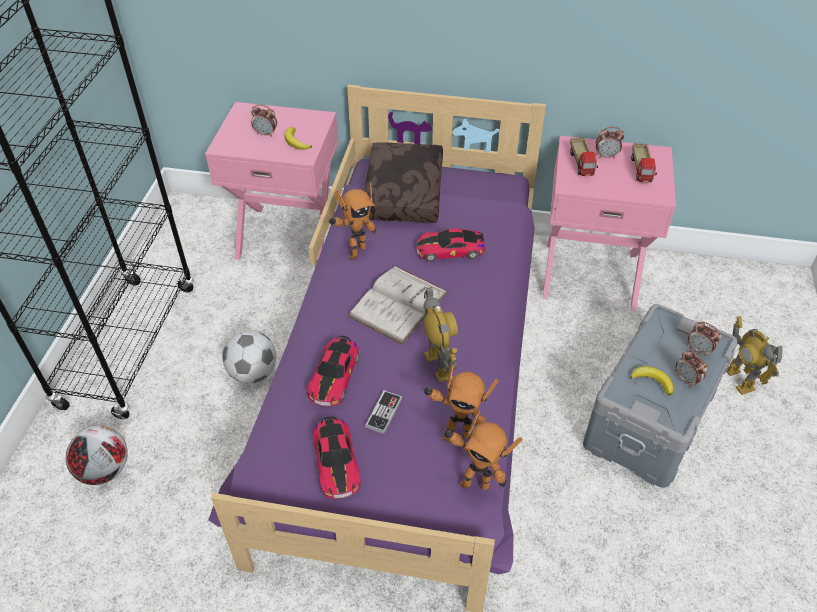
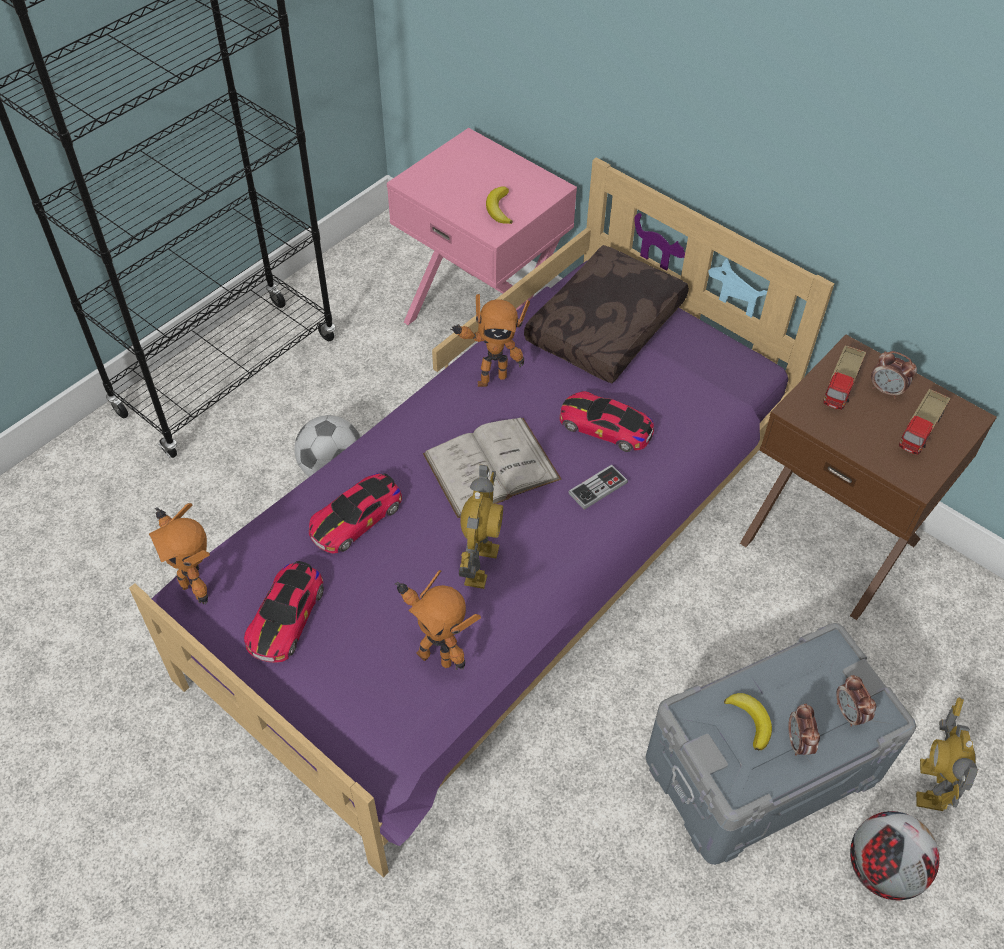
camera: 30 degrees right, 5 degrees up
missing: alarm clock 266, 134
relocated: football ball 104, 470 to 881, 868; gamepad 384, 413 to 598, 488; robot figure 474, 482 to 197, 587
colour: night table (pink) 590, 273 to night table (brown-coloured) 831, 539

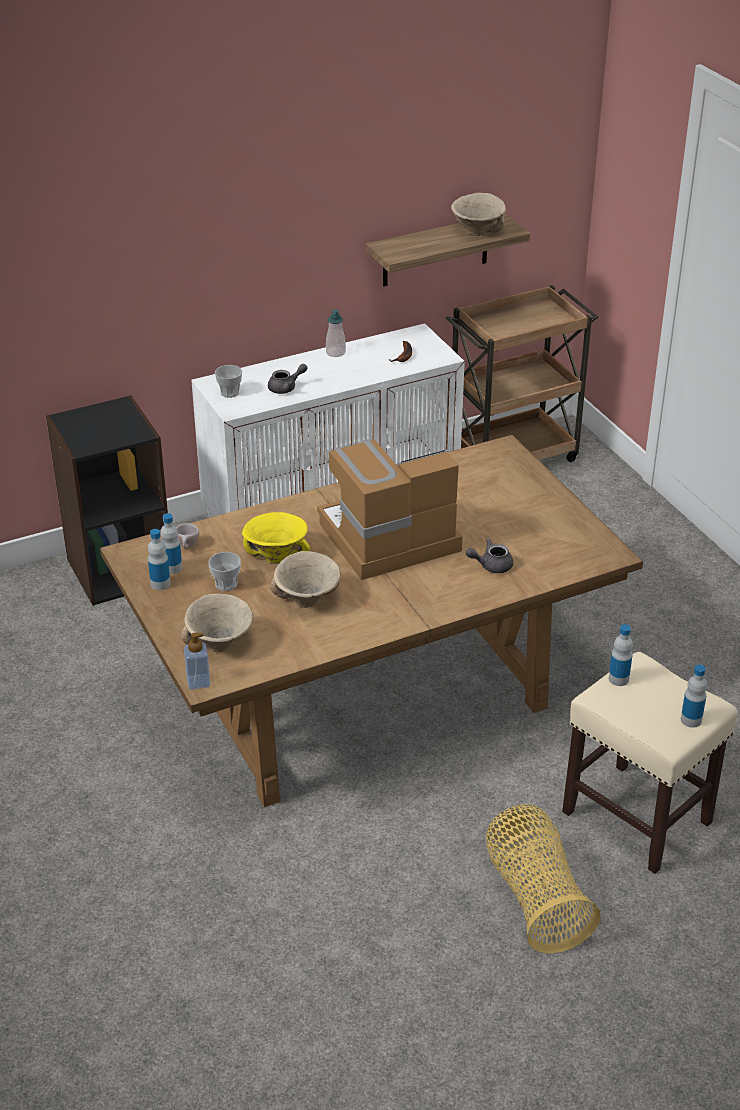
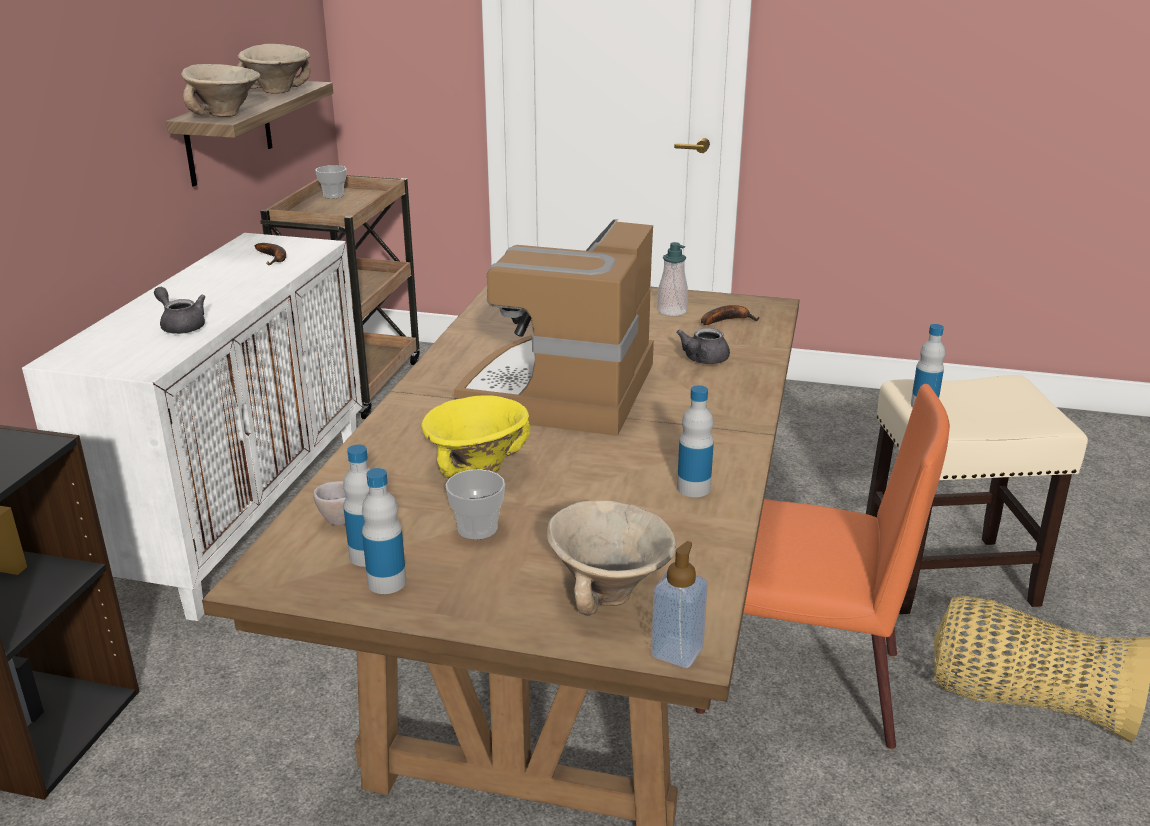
camera: 50 degrees left, 10 degrees down
appeared: chair (orange) 794, 682; banana fruit 727, 320
relocated: cup 229, 393 to 333, 195; deep dish (beige-coloured) 308, 601 to 227, 114; soap dispenser 335, 352 to 672, 311; bottle 691, 720 to 693, 488
spun: tea pot (greyish) 286, 388 = 181, 325 60 degrees counterclockwise

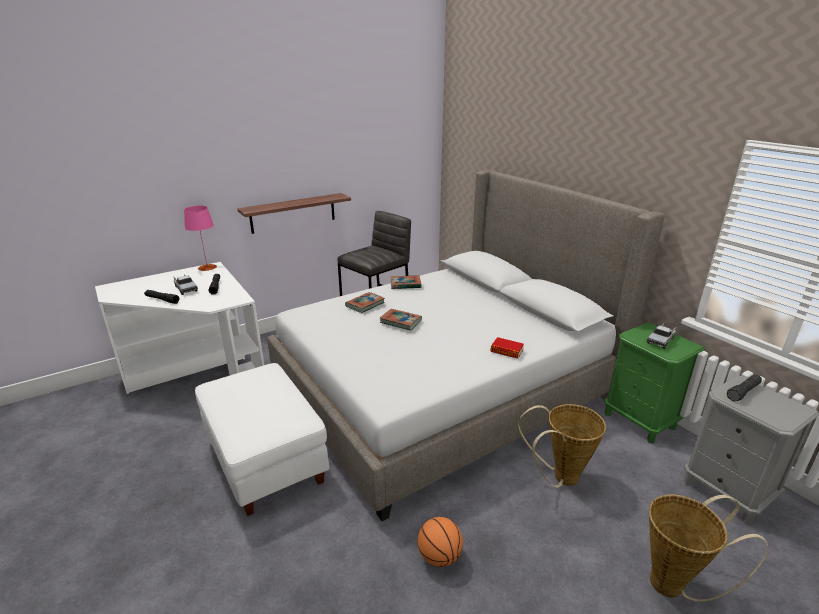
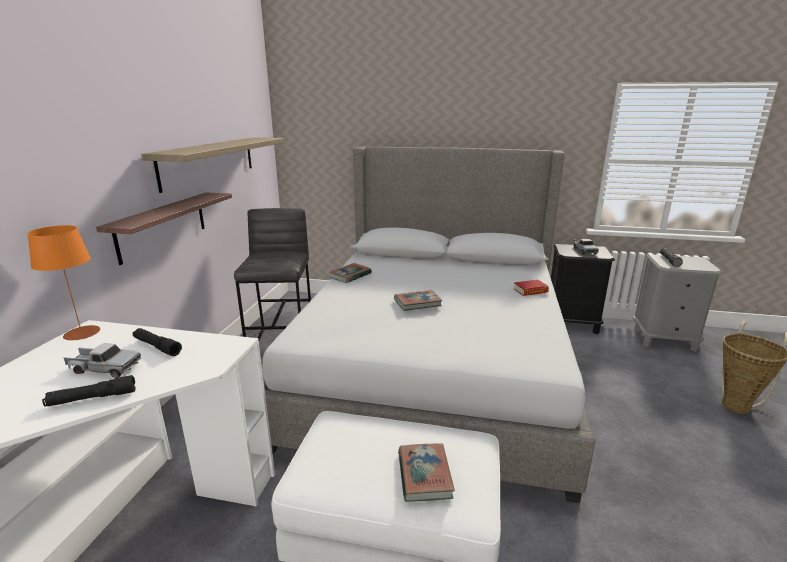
camera: 45 degrees left, 5 degrees down
missing: basketball 439, 556; storage basket 560, 478
appeared: wall shelf 209, 161
relocated: bound book 365, 304 to 424, 475
colour: lamp for a table (pink) 207, 267 to lamp for a table (orange) 81, 333; night table (greenish) 639, 420 to night table (black) 571, 324

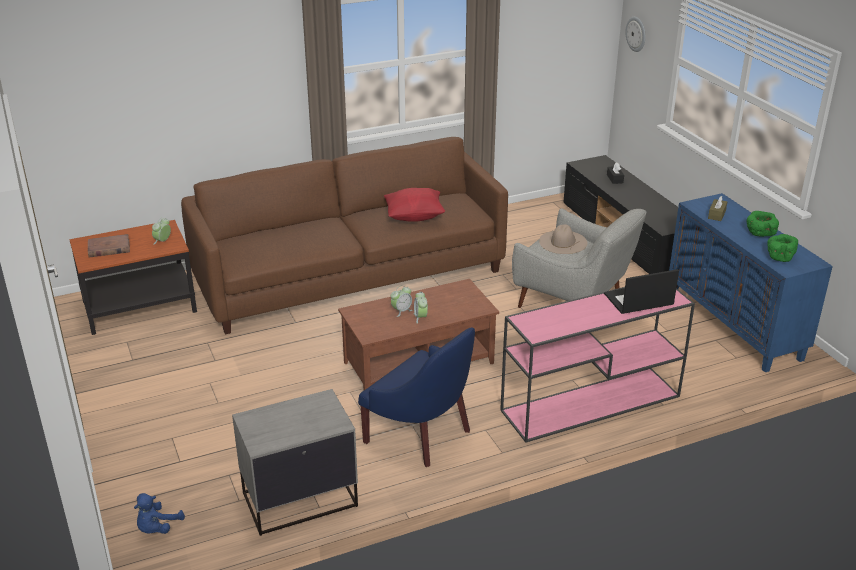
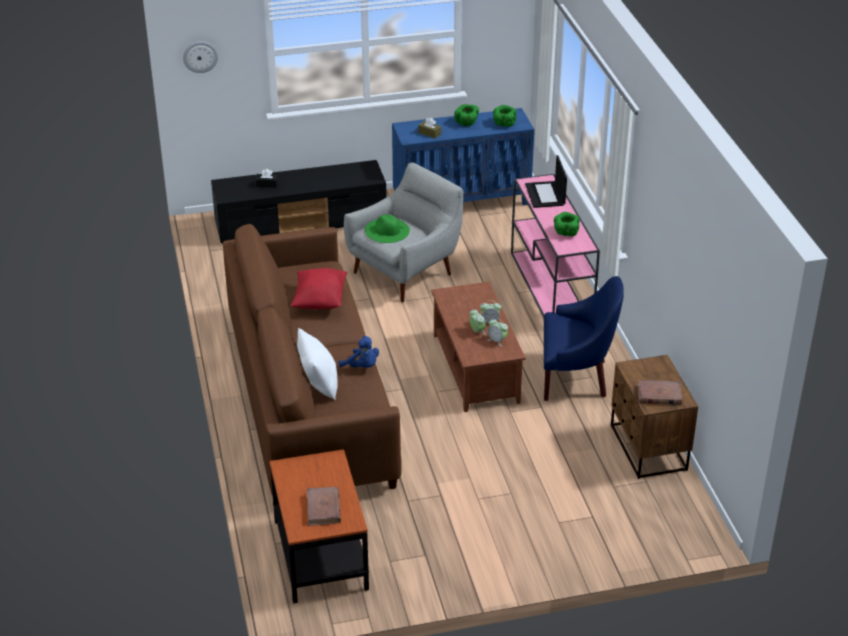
camera: 80 degrees left, 5 degrees up
appeared: throw pillow (white-coloured) 319, 383; deep dish (greenish) 566, 233; bound book (brown-coloured) 659, 395
relocated: cuddly toy (blue-coloured) 157, 528 to 362, 366; alarm clock 163, 241 to 497, 340
colour: night table (greyish) 299, 499 to night table (brown-coloured) 647, 448; wearable hat (beige-coloured) 563, 242 to wearable hat (greenish) 387, 230
spun: easy chair (blue-coloured) 422, 434 = 575, 377 45 degrees clockwise

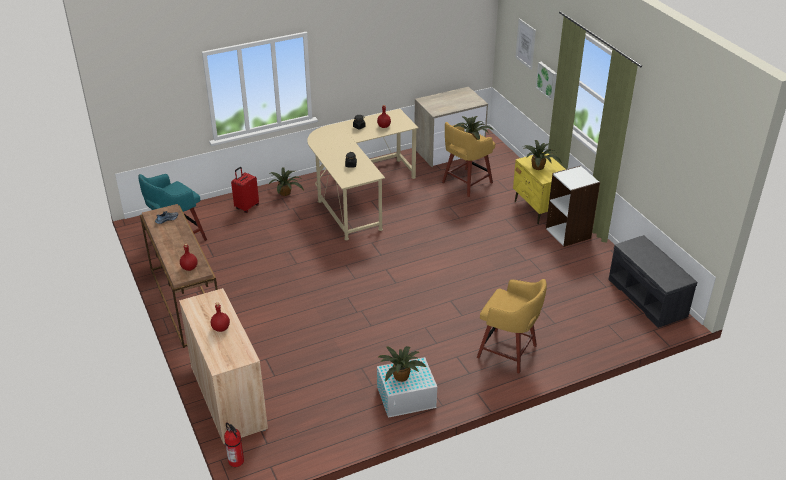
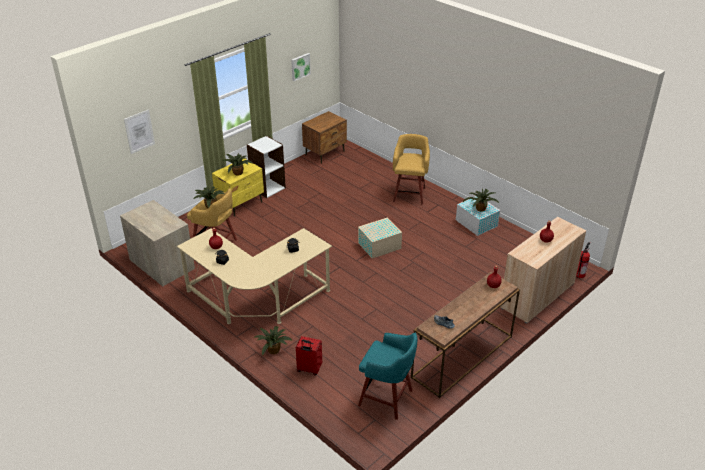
camera: 110 degrees left, 0 degrees up
appeared: storage container (beige-coloured) 378, 246
relocated: wall art 547, 80 to 300, 66
exchanged: long seat (greyish) 648, 298 to night table (brown-coloured) 325, 153

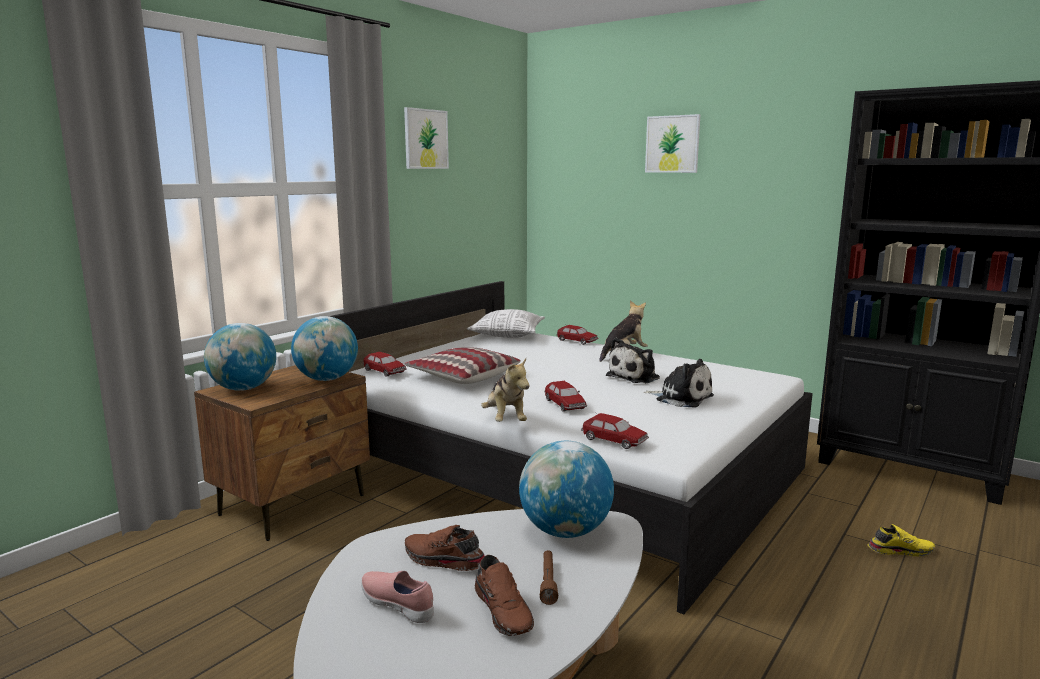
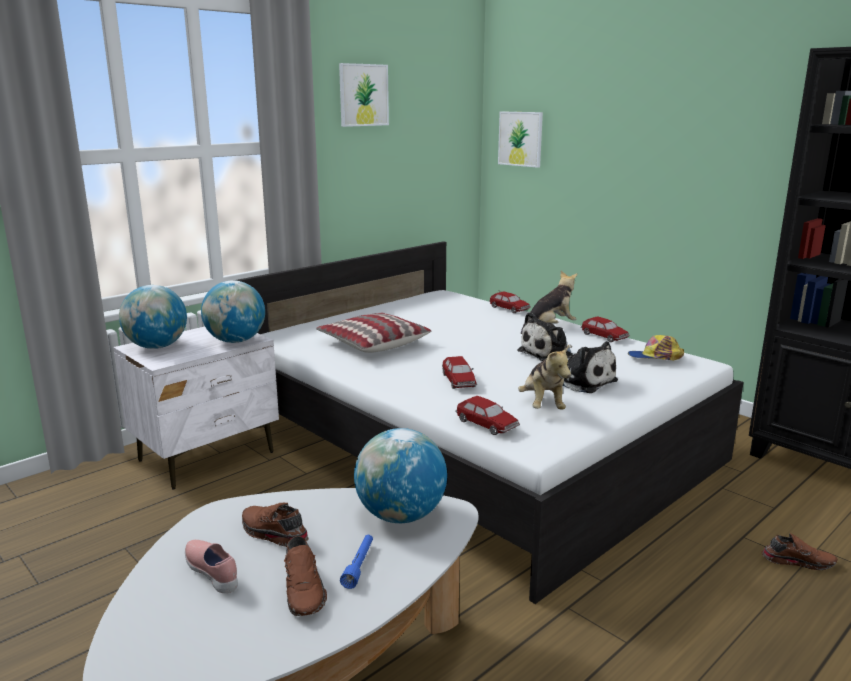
camera: 10 degrees right, 5 degrees up
missing: throw pillow 507, 335
appeared: peaked cap 655, 358
relocated: miniature car 384, 371 to 604, 336; cuddly toy 505, 420 to 542, 405; wall art 672, 144 to 520, 139
colour: night table (brown-coloured) 294, 504 to night table (white-coloured) 208, 456; flashlight (brown-coloured) 548, 582 to flashlight (blue-coloured) 359, 566; item of footwear (yellow-coloured) 899, 550 to item of footwear (brown-coloured) 797, 561

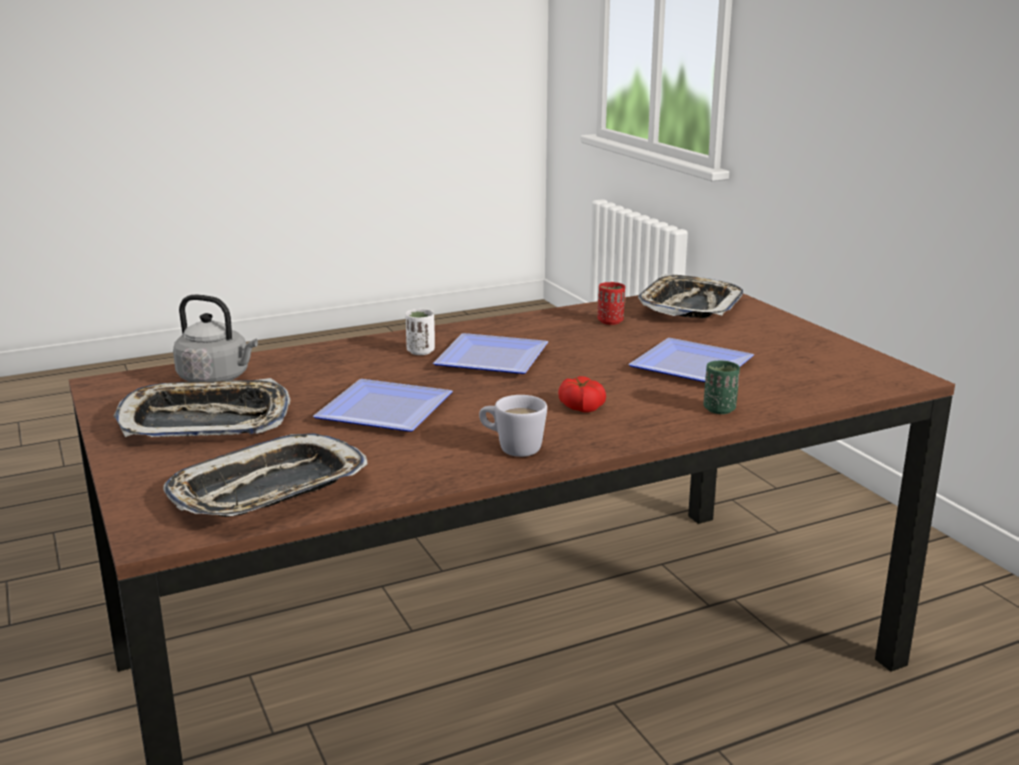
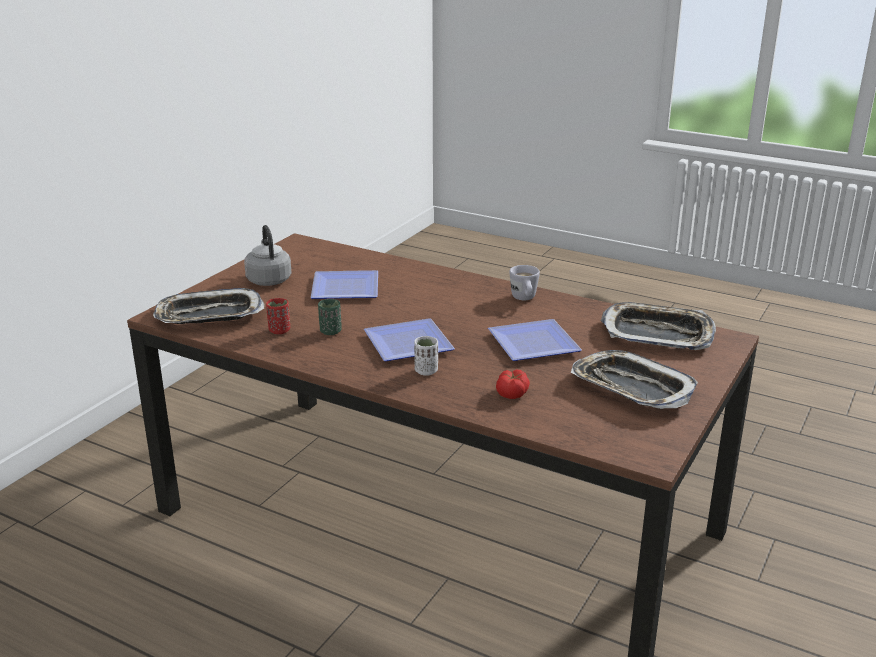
camera: 125 degrees left, 5 degrees up
relocated: tea kettle (greyish) 217, 378 to 268, 279; whole tomato 581, 407 to 512, 393; cup (greenish) 719, 409 to 330, 331

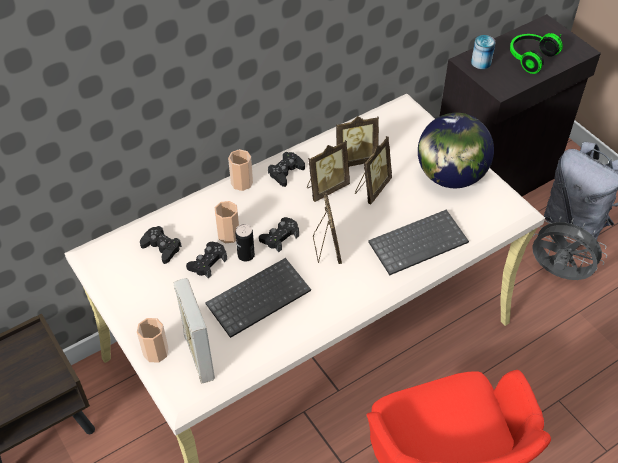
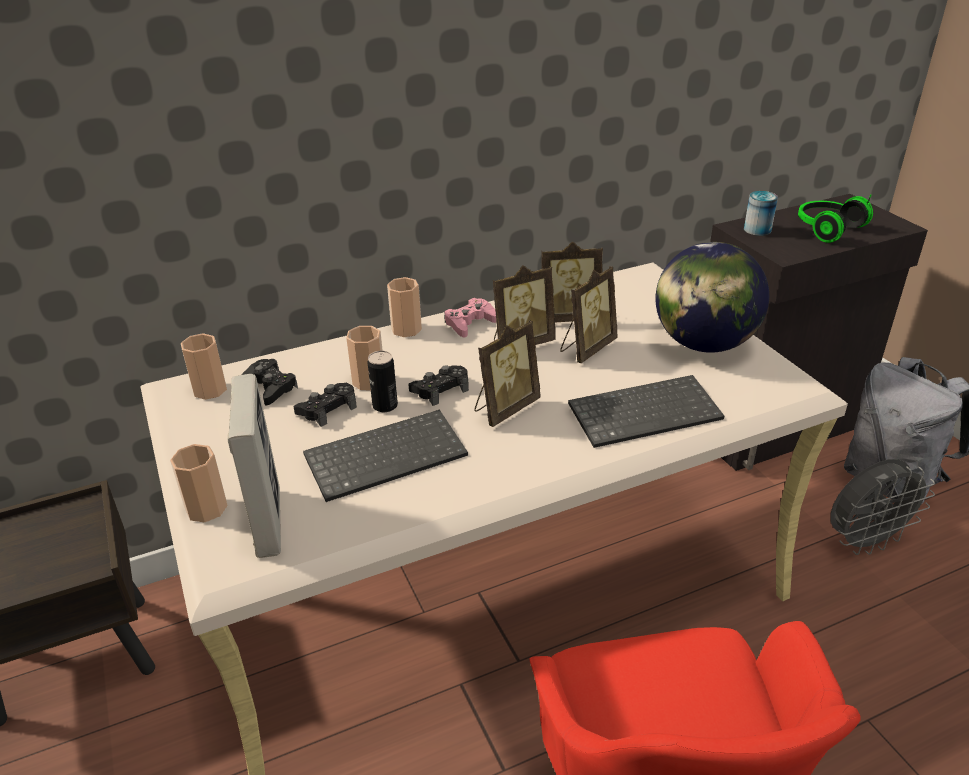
camera: 10 degrees right, 15 degrees down
appeared: cup 210, 390
colour: gamepad (black) 285, 172 to gamepad (pink) 469, 323
spun: standing frame 326, 249 = 504, 408 45 degrees clockwise; electric fan (greyish) 557, 274 = 864, 541 120 degrees clockwise

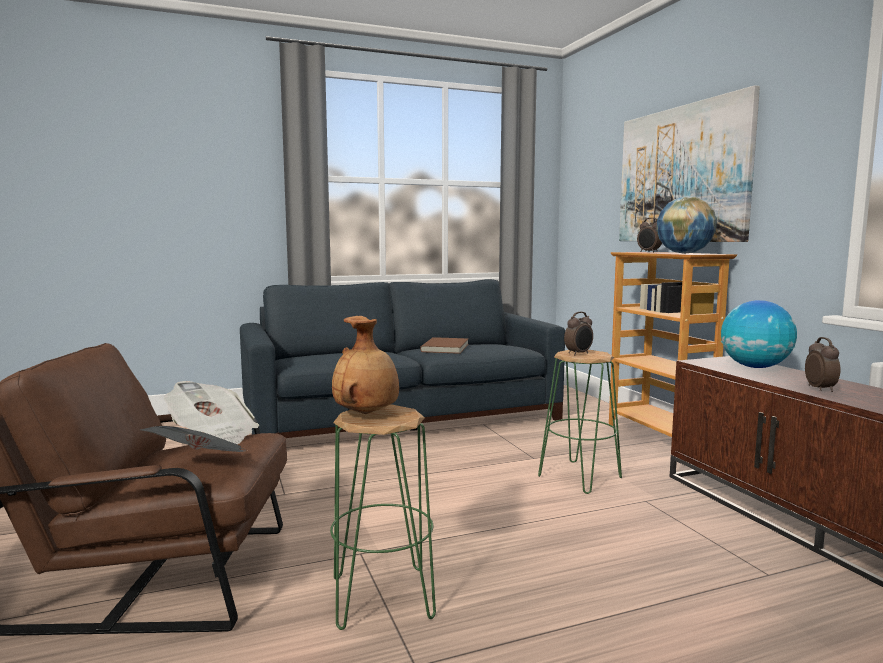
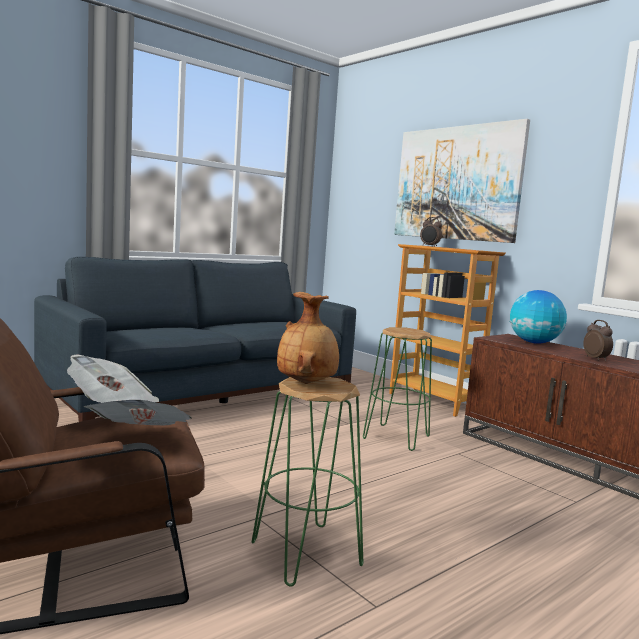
camera: 20 degrees left, 0 degrees up
missing: bound book (brown-coloured) 446, 348; alarm clock 579, 354; globe 684, 253

